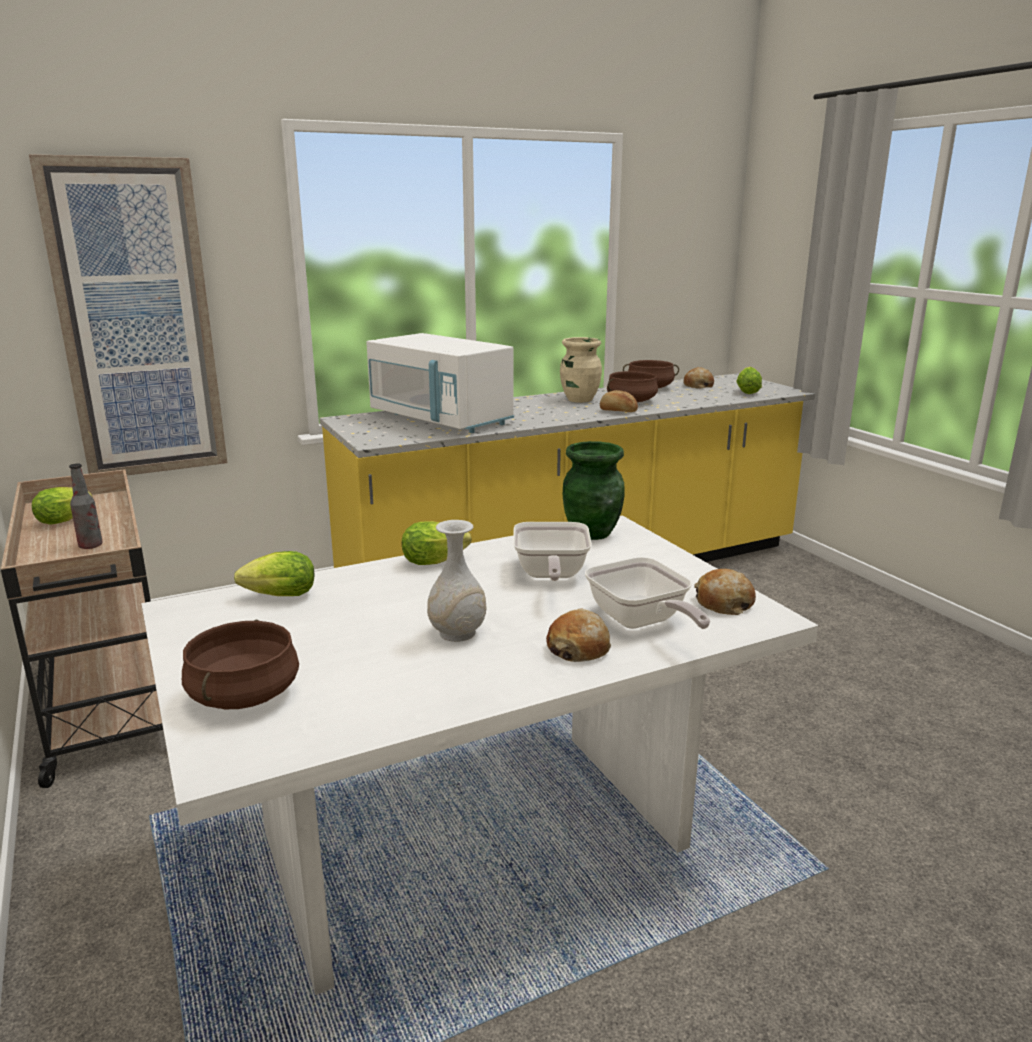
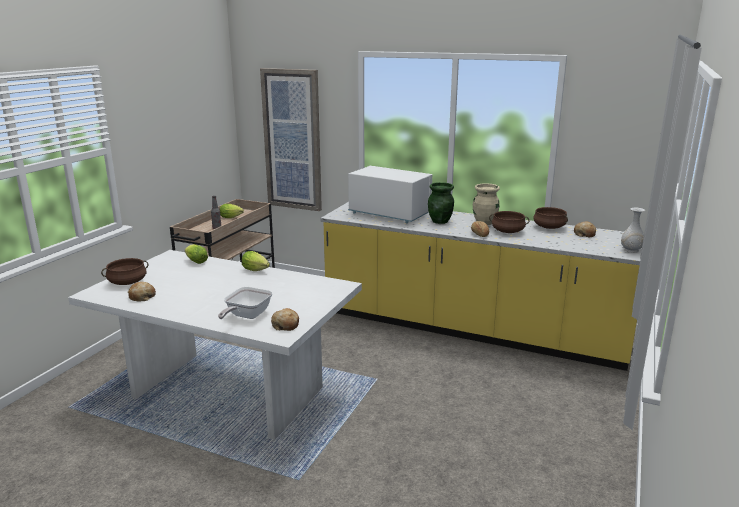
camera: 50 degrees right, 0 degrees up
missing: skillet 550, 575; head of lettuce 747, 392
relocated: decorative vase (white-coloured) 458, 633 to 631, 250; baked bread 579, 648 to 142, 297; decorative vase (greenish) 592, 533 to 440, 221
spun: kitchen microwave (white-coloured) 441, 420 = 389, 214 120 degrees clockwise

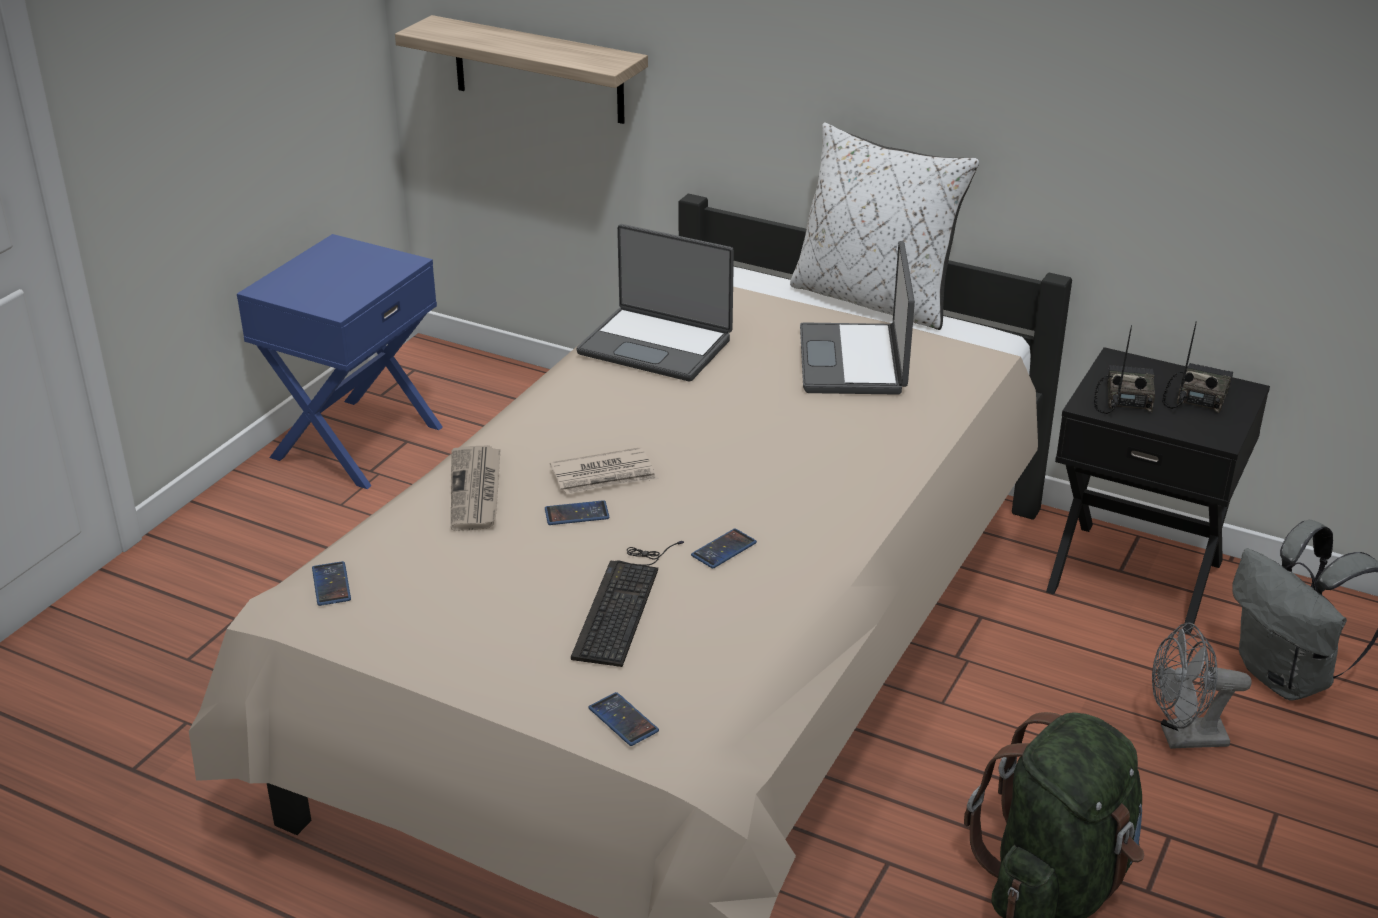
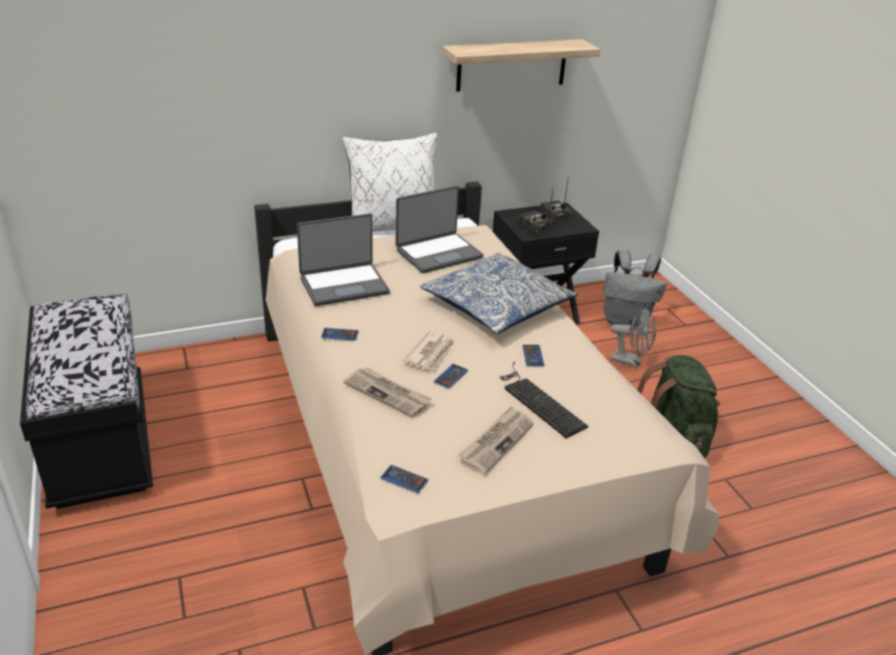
camera: 50 degrees left, 0 degrees up
appeared: throw pillow 496, 306; newspaper 496, 442
relocated: wall shelf 538, 70 to 512, 65; handset 623, 720 to 340, 334
exchanged: night table (blue-coloured) 355, 441 to long seat (black) 100, 442
spun: notebook computer 855, 361 = 438, 253 75 degrees counterclockwise; electric fan (greyish) 1183, 738 = 630, 361 105 degrees counterclockwise

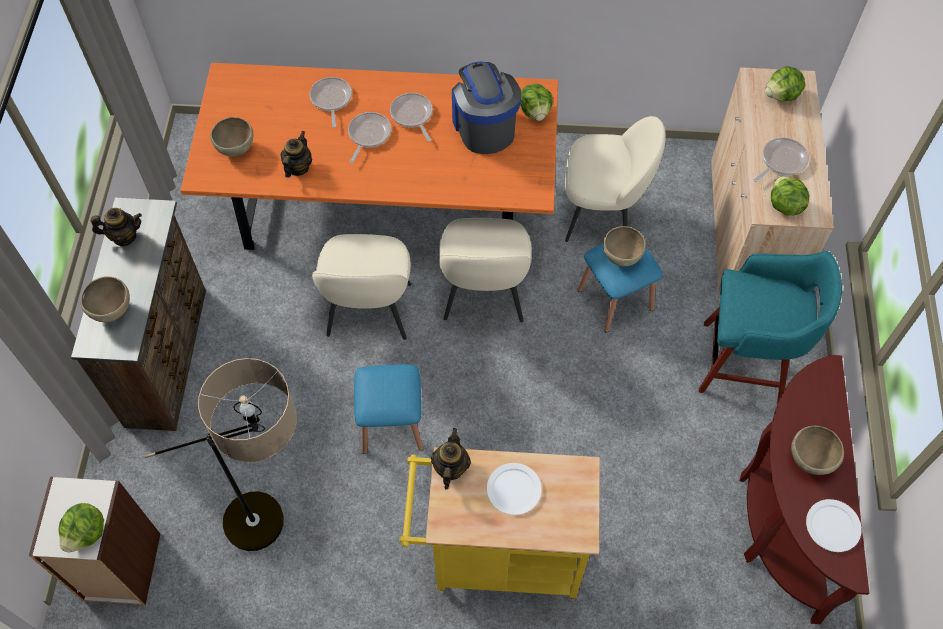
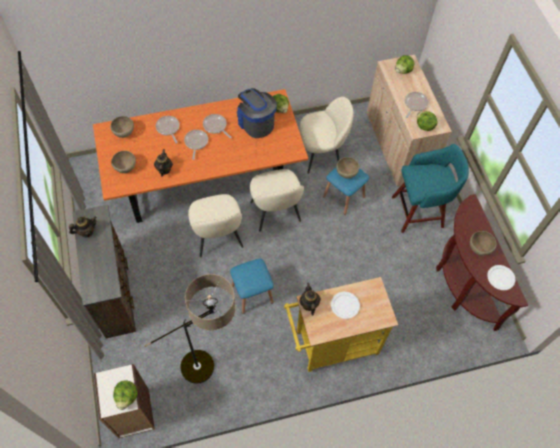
camera: 20 degrees left, 0 degrees up
relocated: deep dish (brown-coloured) 112, 310 to 124, 133

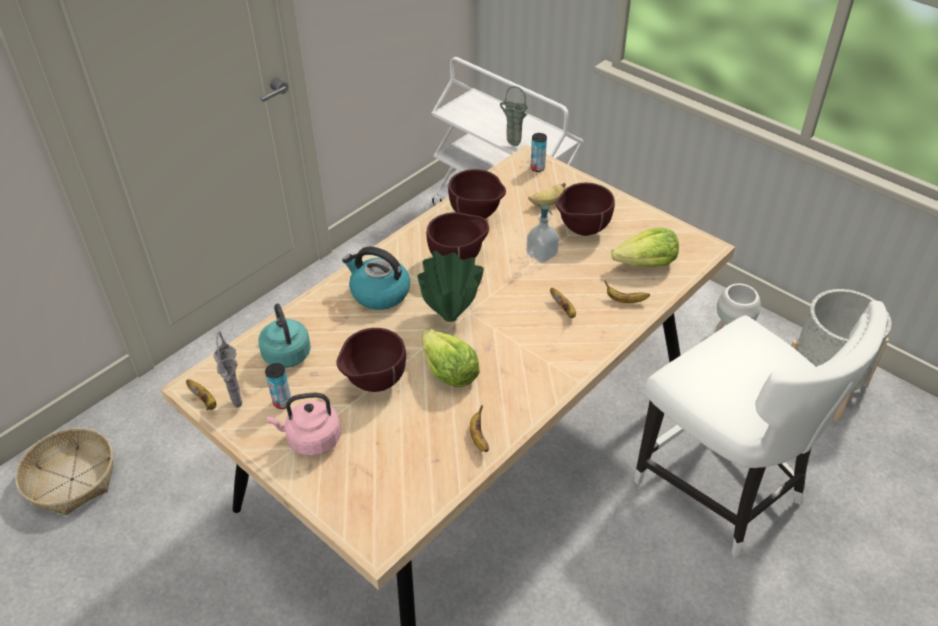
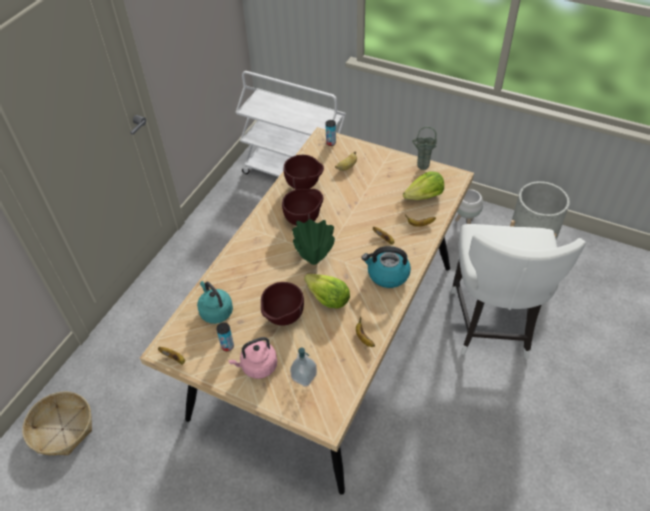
camera: 15 degrees left, 5 degrees up
missing: decorative vase (greyish) 238, 405; deep dish (brown-coloured) 581, 231
relocated: tea kettle 379, 293 to 387, 274; decorative vase (greenish) 512, 144 to 421, 169; soap dispenser 541, 254 to 304, 376
spun: chair (white-coloured) 723, 490 = 492, 325 60 degrees clockwise

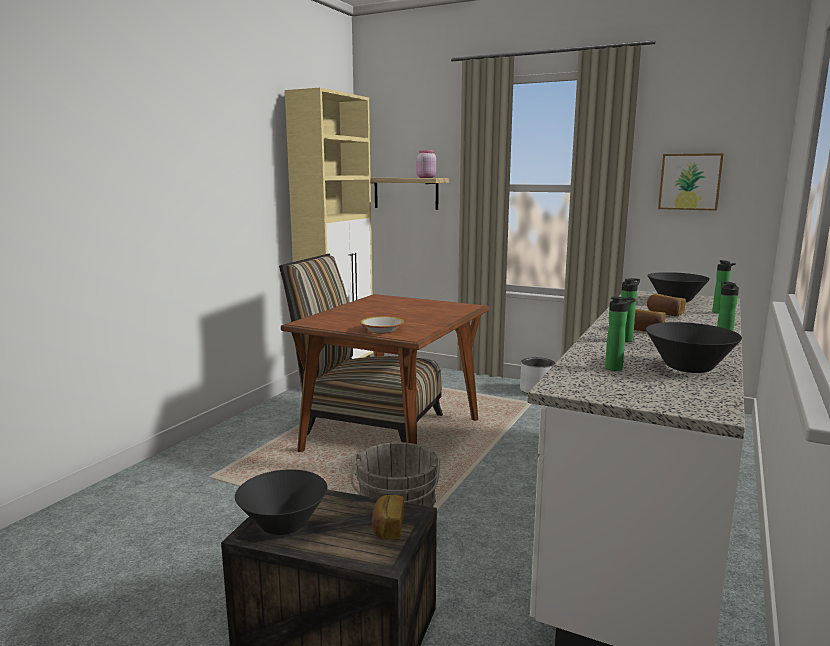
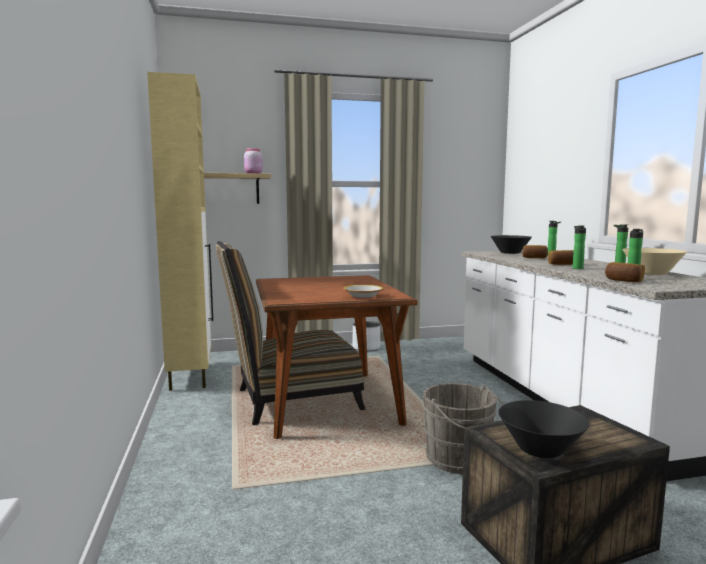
camera: 40 degrees left, 5 degrees down
missing: wall art 690, 181
relocated: baked bread 387, 528 to 623, 280
colour: deep dish (black) 689, 368 to deep dish (beige-coloured) 651, 273

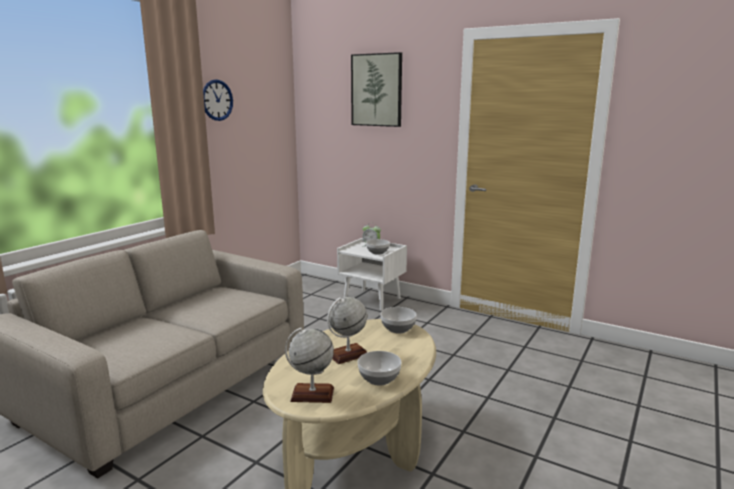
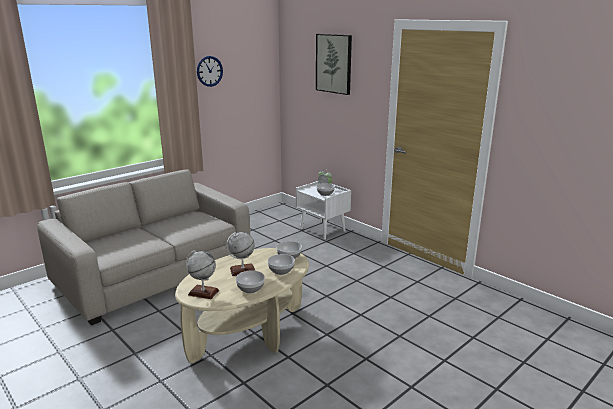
camera: 15 degrees right, 5 degrees up
appeared: deep dish 281, 271

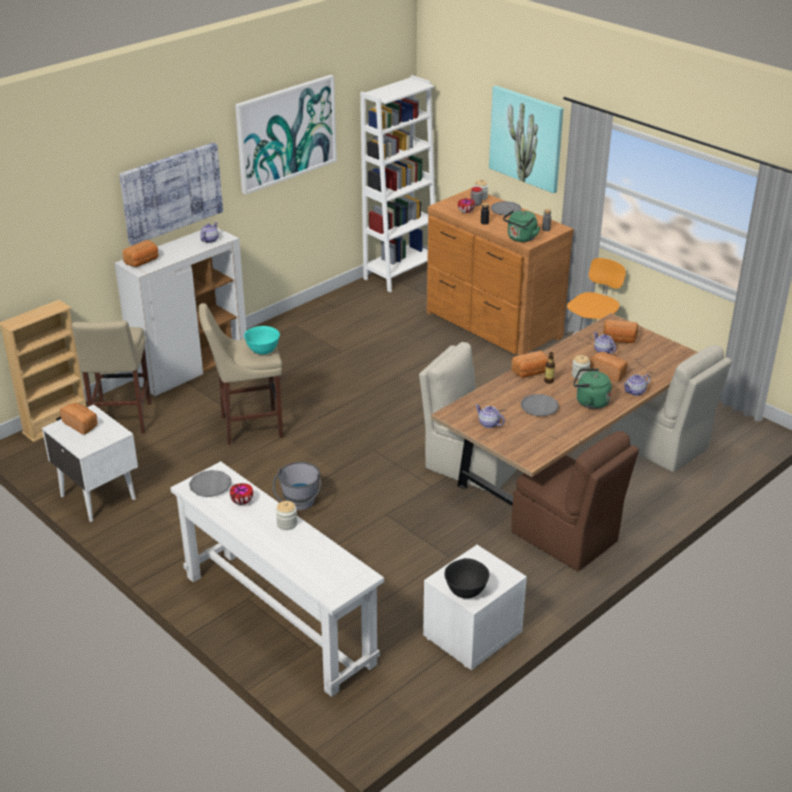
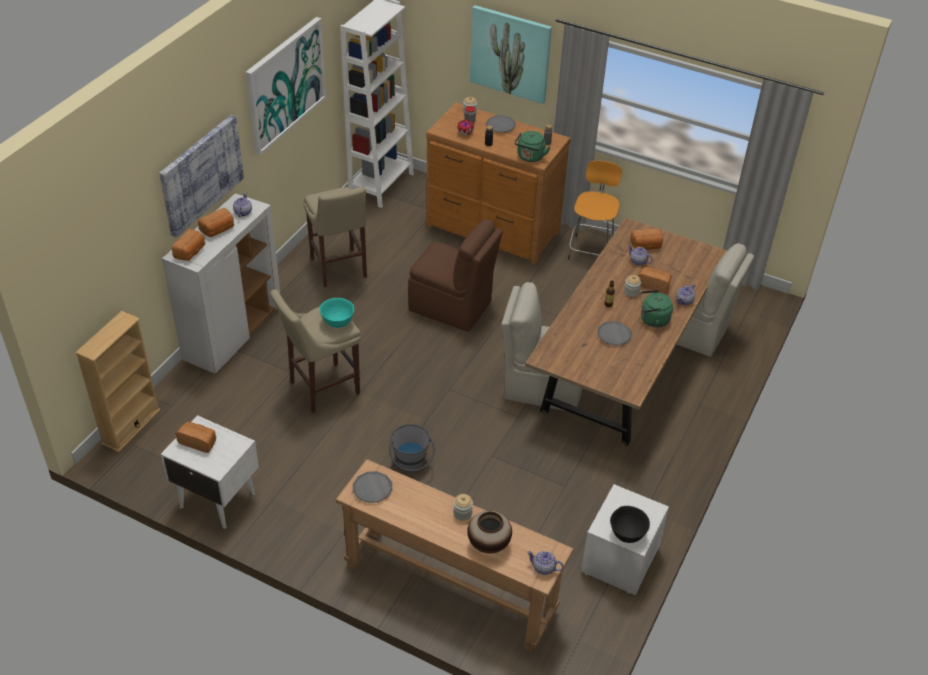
camera: 20 degrees left, 10 degrees up
missing: deep dish 242, 502
appeared: decorative vase 488, 544
relocated: stool seat (beige-coloured) 121, 420 to 339, 270; tea pot 488, 424 to 543, 568; baked bread 531, 373 to 218, 230; chair (brown-coloured) 566, 538 to 452, 307
colour: hall table (white-coloured) 278, 619 to hall table (brown-coloured) 450, 588

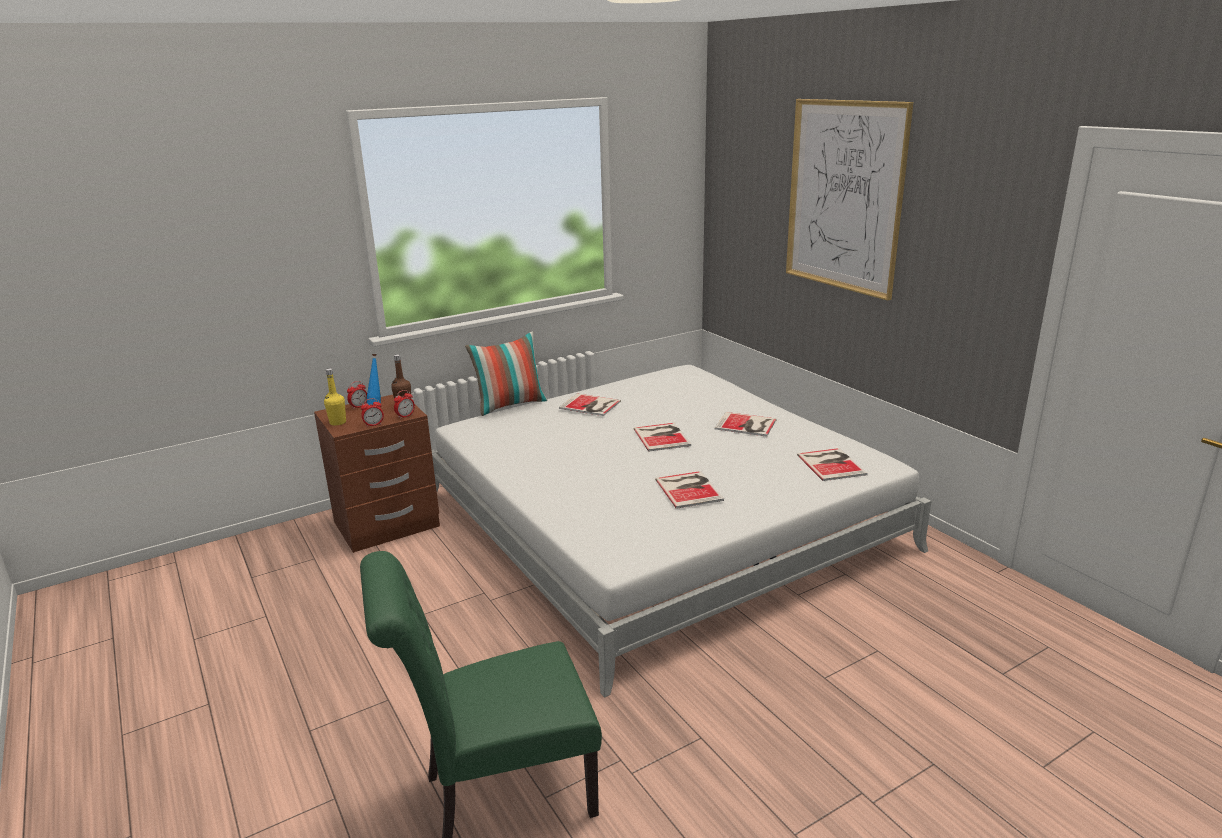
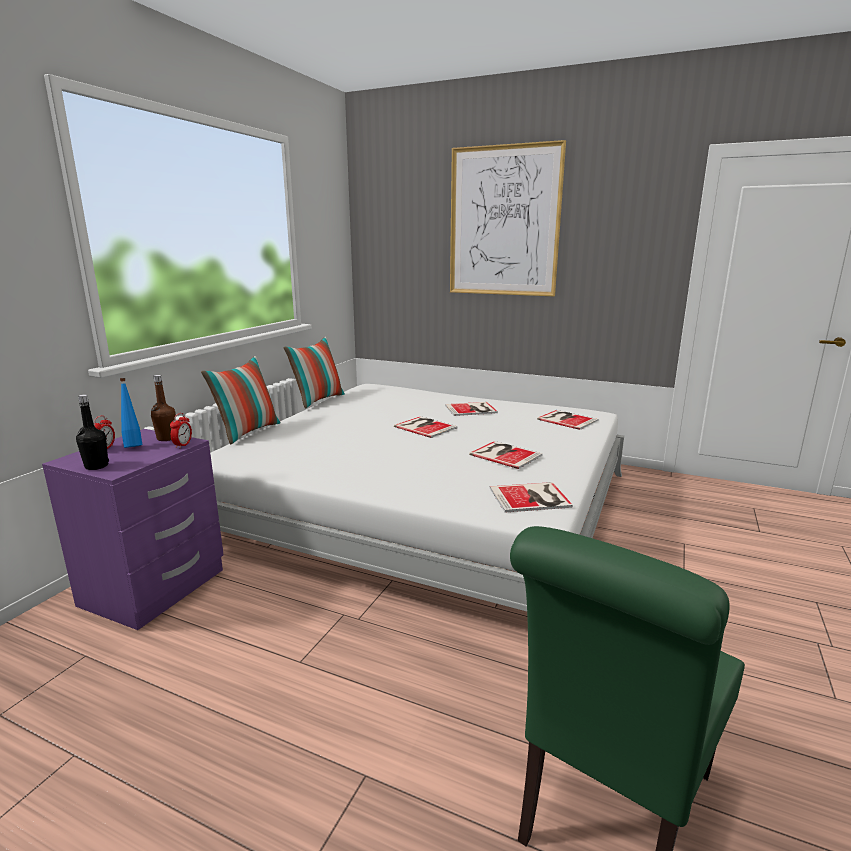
camera: 35 degrees left, 5 degrees down
missing: alarm clock 374, 425
appeared: throw pillow 318, 400
relocated: bound book 591, 405 to 532, 498
colour: night table (brown-coloured) 387, 525 to night table (purple) 155, 588; bottle (yellow-coloured) 338, 422 to bottle (black) 96, 466

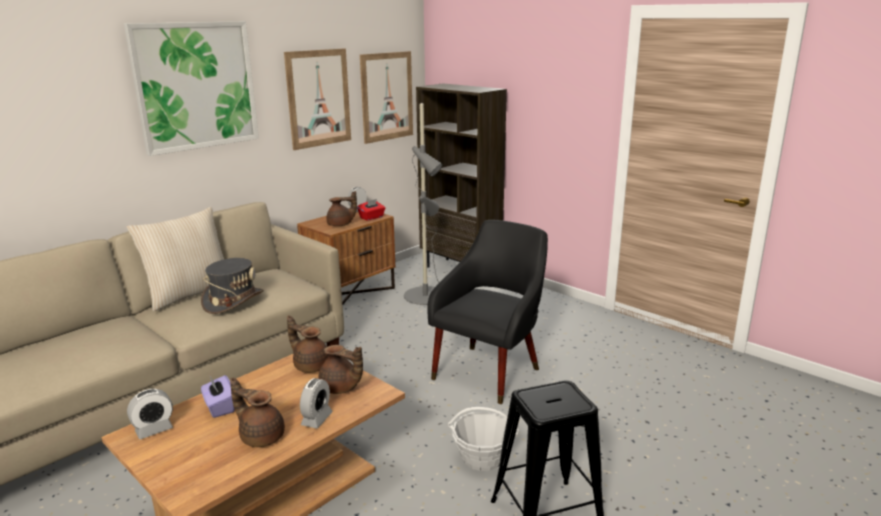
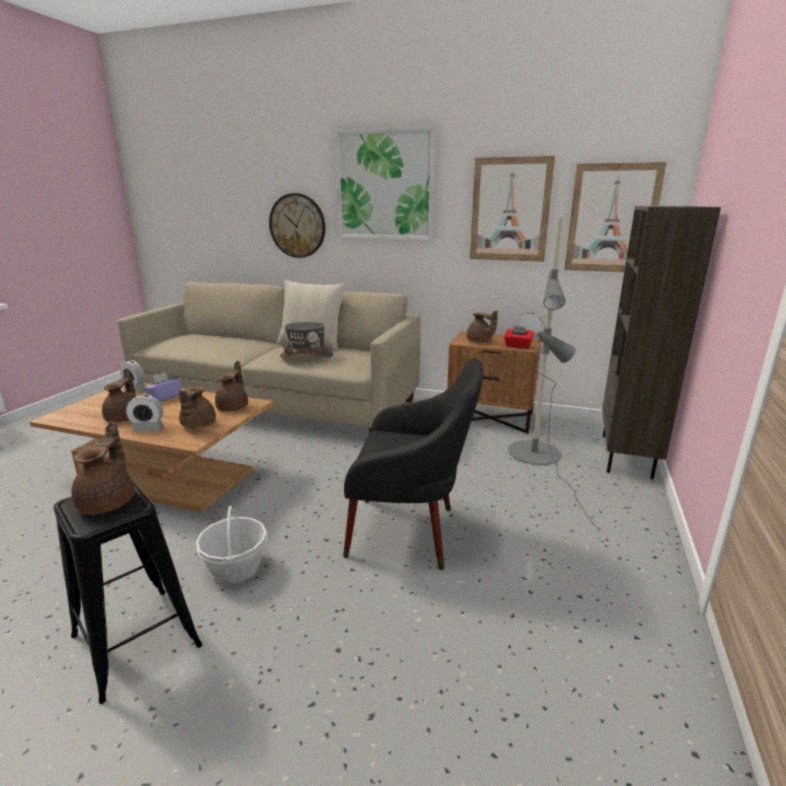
camera: 65 degrees right, 0 degrees up
appeared: tea pot (brown-coloured) 109, 502; hanging clock 297, 226

